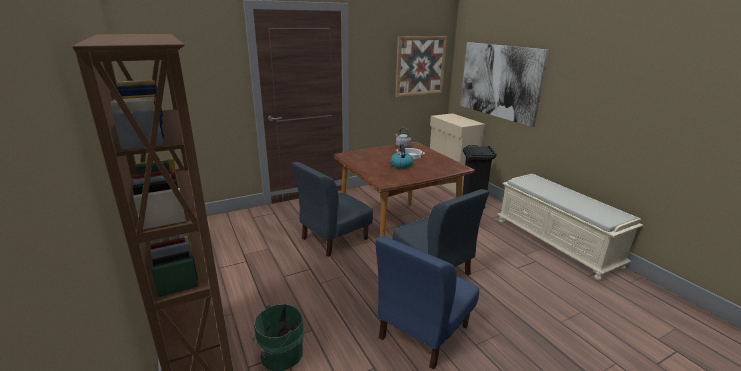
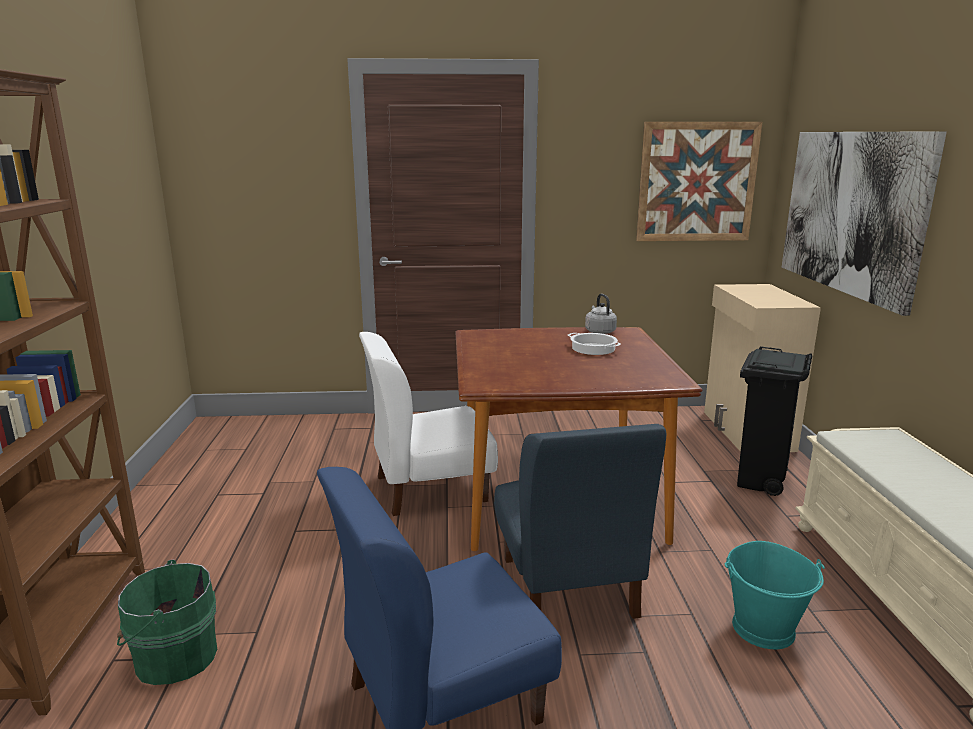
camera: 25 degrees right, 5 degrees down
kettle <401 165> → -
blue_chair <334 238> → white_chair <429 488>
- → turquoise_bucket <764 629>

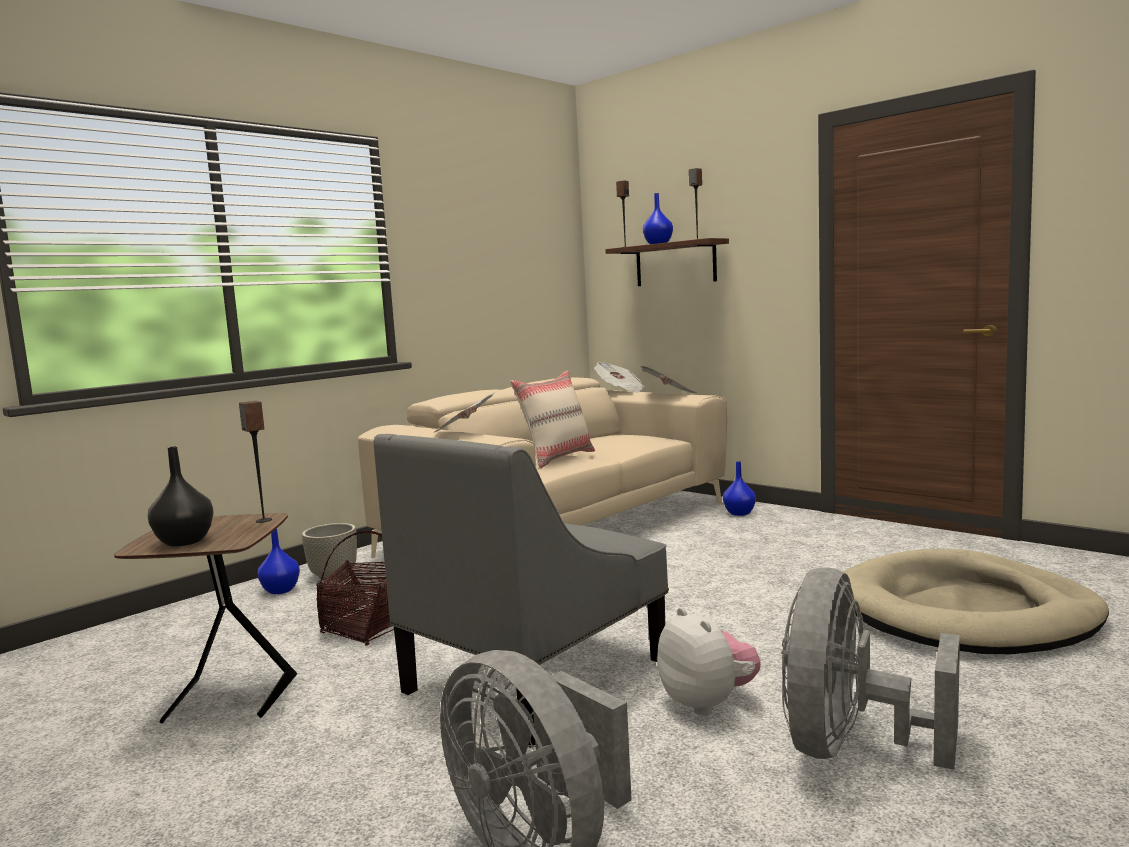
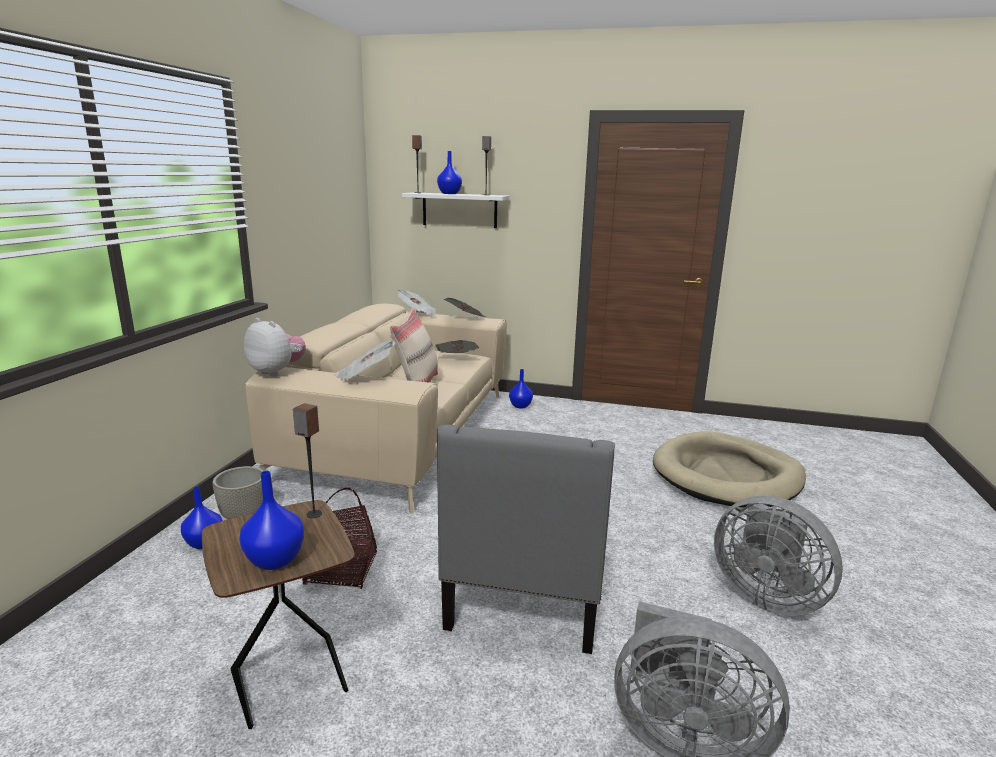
camera: 30 degrees left, 10 degrees up
brown_shelf <675 264> → white_shelf <459 210>
black_vase <183 542> → blue_vase <273 560>
grey_fan <850 747> → grey_fan <766 595>, 45 degrees counterclockwise
plush_toy <708 703> → plush_toy <276 372>, moved
- → newspaper <457 359>

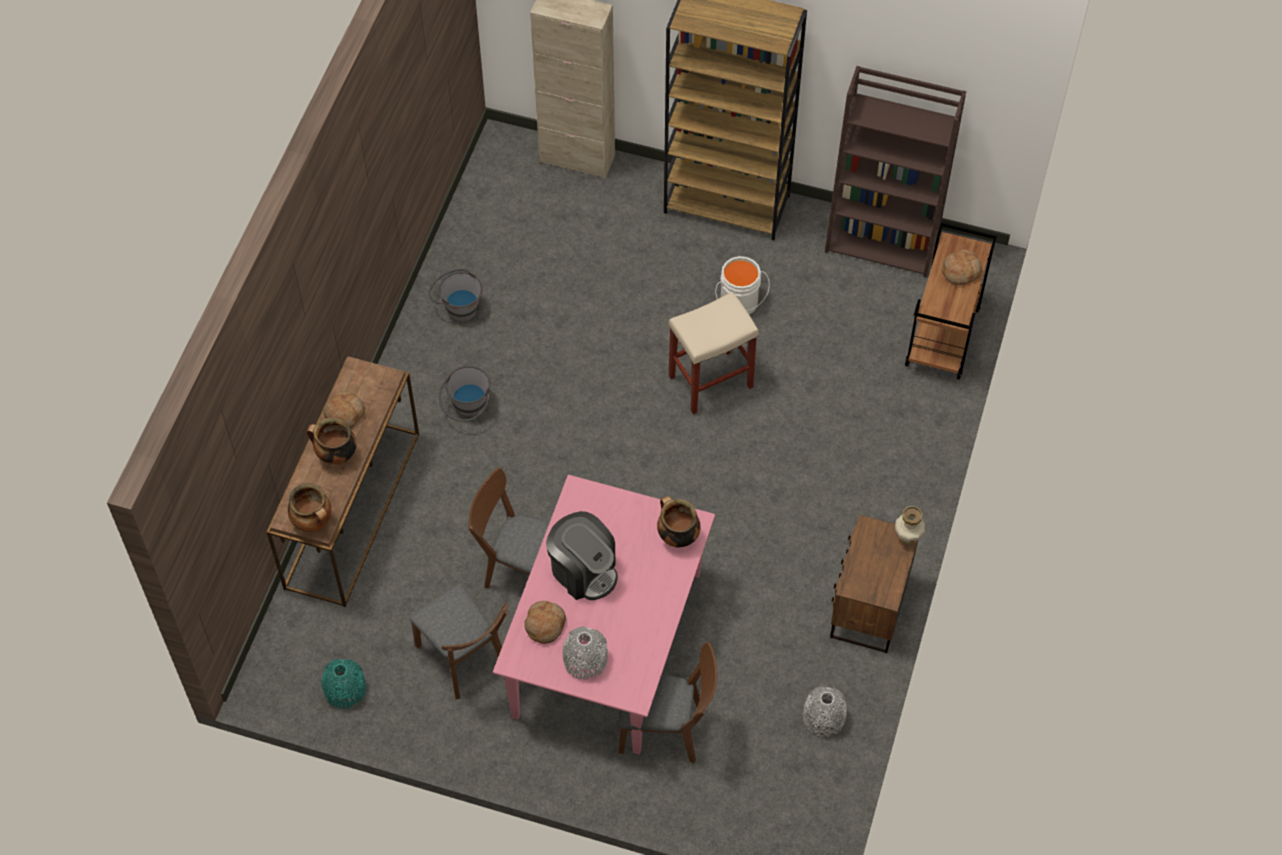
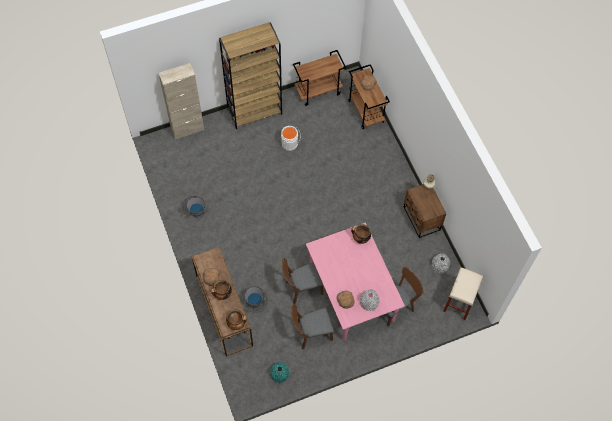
camera: 40 degrees left, 5 degrees up
brown_bookcase <883 243> → brown_cart <318 91>
beige_stool <710 382> → beige_stool <459 303>, moved
grey_bucket <468 410> → grey_bucket <255 304>, moved
coffee_machine <583 571> → -
brown_chair <465 661> → brown_chair <310 333>, 150 degrees clockwise

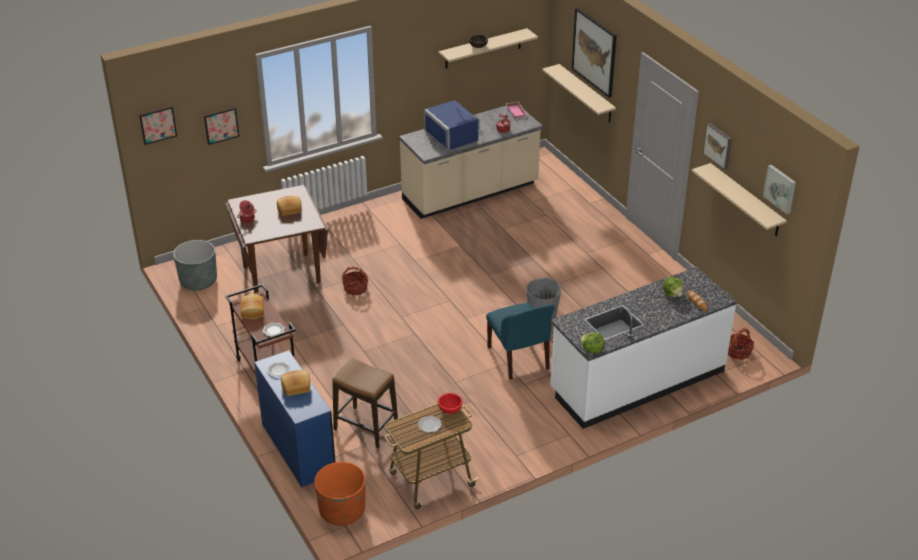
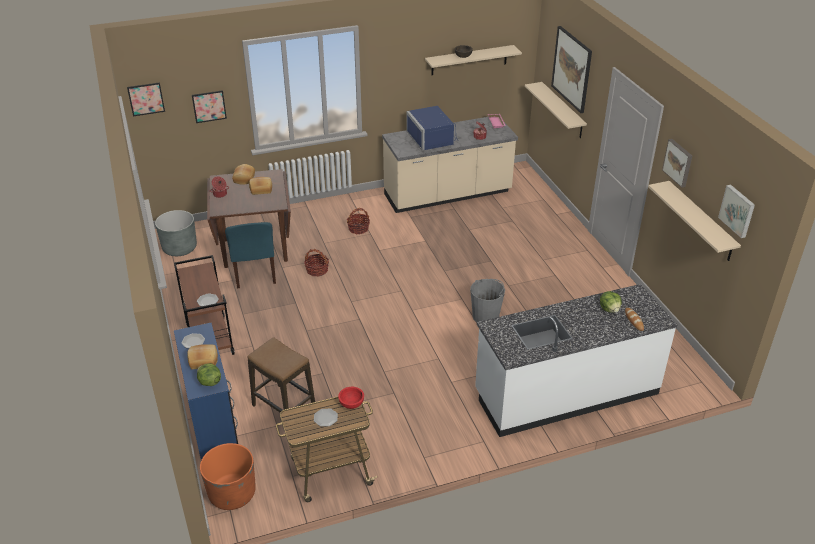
camera: 10 degrees right, 0 degrees up
bread <252 311> → bread <243 179>, moved
blue_chair <519 359> → blue_chair <254 272>, moved
basket <738 352> → basket <358 229>, moved
lettuce <592 350> → lettuce <209 382>, moved

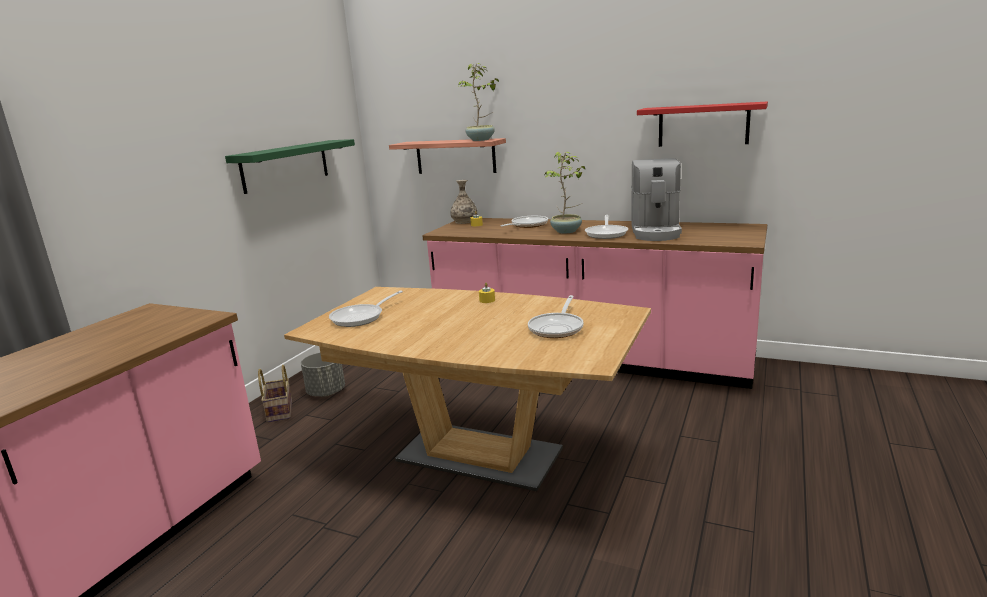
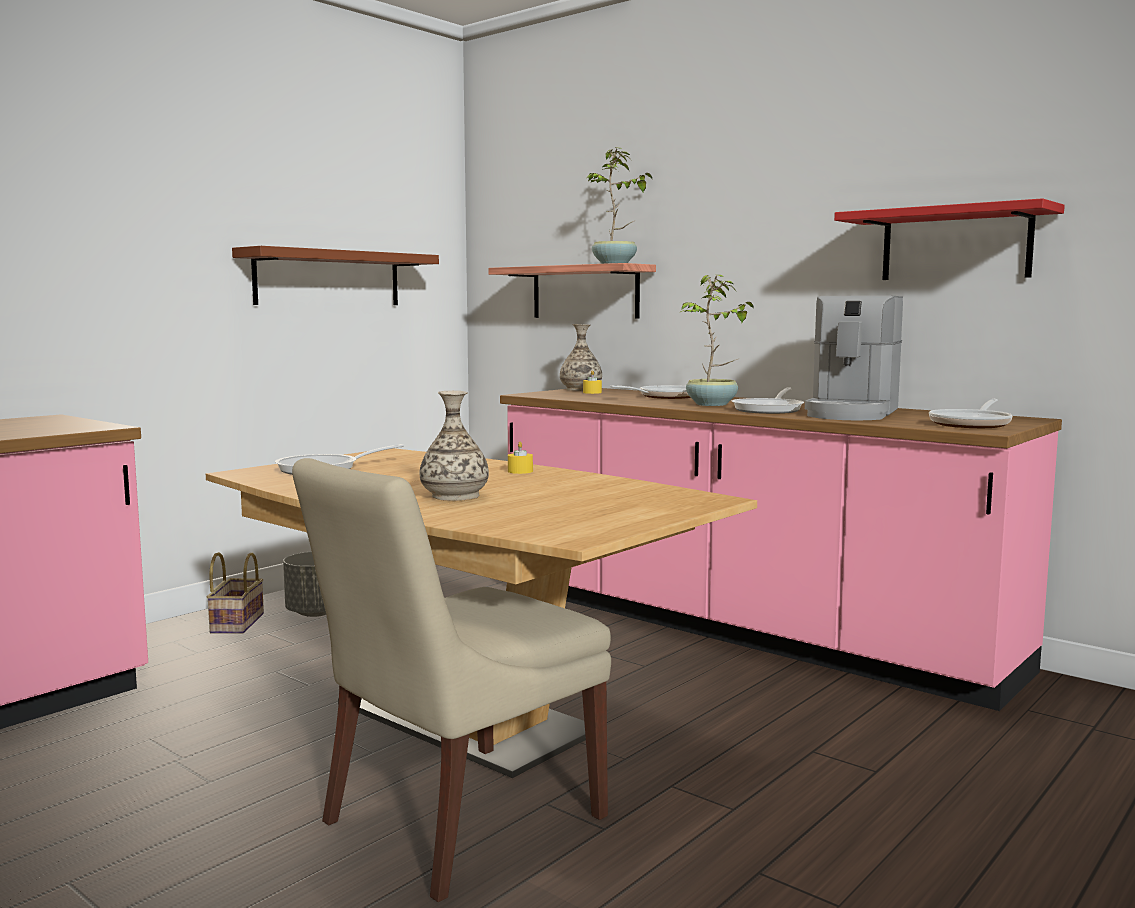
camera: 15 degrees right, 10 degrees down
green_shelf <285 165> → brown_shelf <328 278>
frying_pan <557 328> → frying_pan <972 424>, moved
- → vase <455 496>
- → beige_chair <456 823>

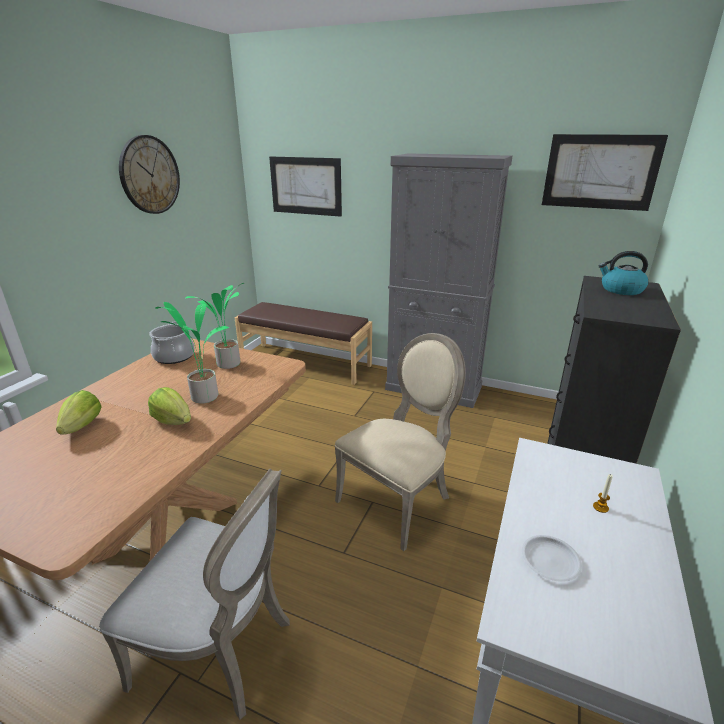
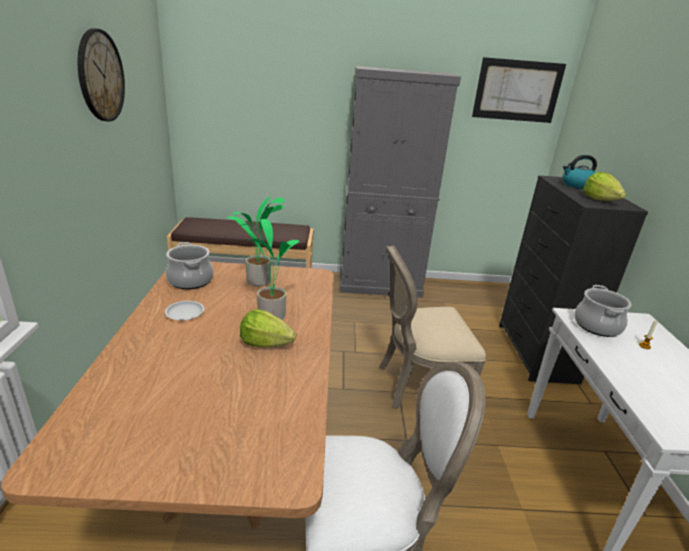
camera: 25 degrees left, 0 degrees up
picture <305 186> → -
beige_chair <399 499> → beige_chair <418 385>, 120 degrees counterclockwise
lettuce <82 426> → lettuce <600 199>, moved
white_plate <550 561> → white_plate <185 313>, moved
- → cooking_pot <597 326>

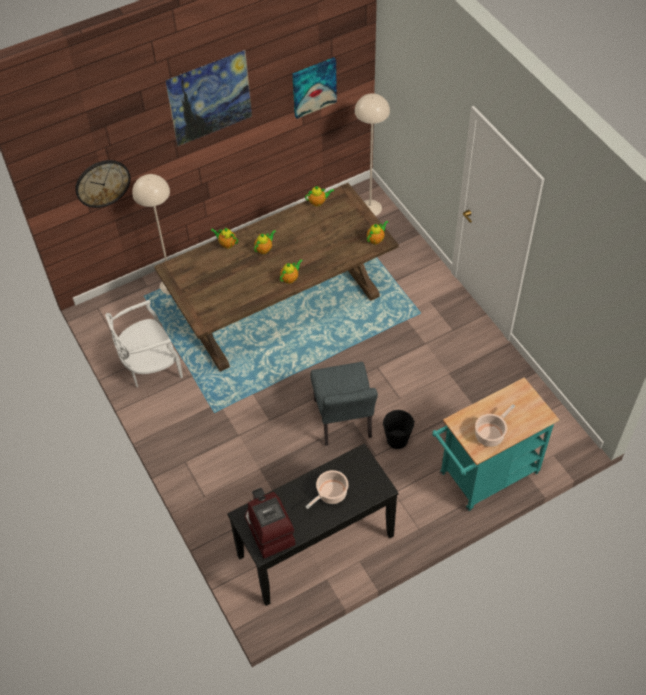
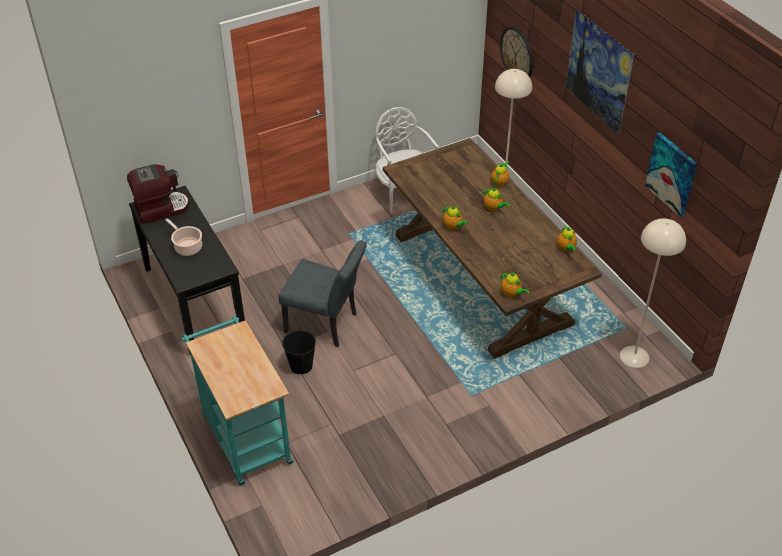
camera: 90 degrees right, 10 degrees down
grey_chair <344 423> → grey_chair <326 324>, 150 degrees counterclockwise
cooking_pot <490 434> → -

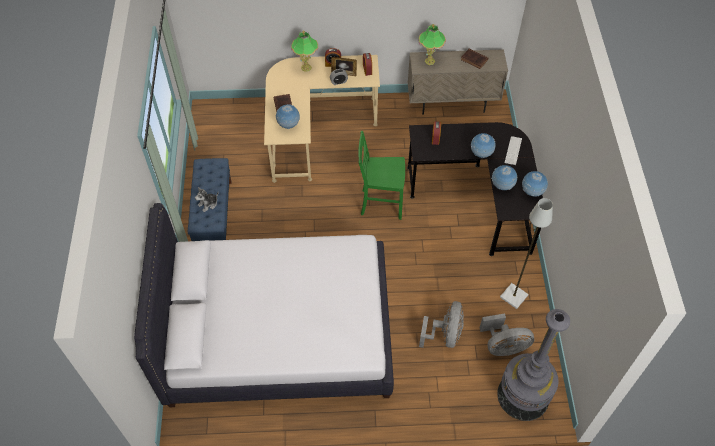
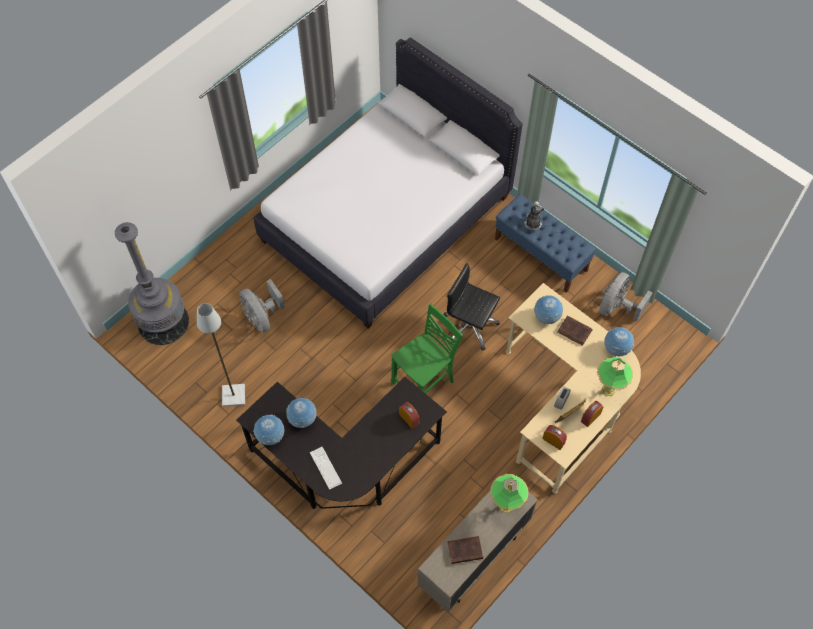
camera: 135 degrees right, 5 degrees up
globe <481 154> → globe <616 349>, moved
grey_fan <503 346> → grey_fan <616 307>, moved
- → black_office_chair <469 327>

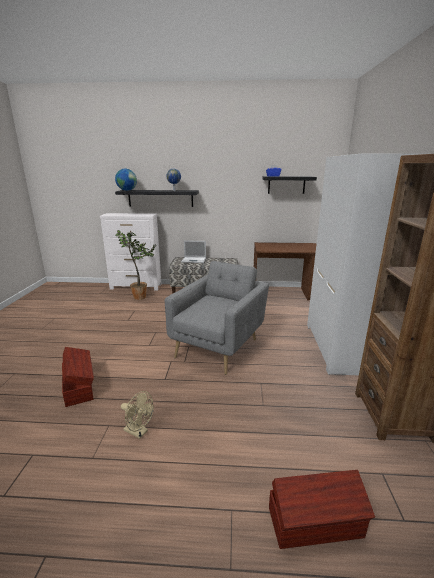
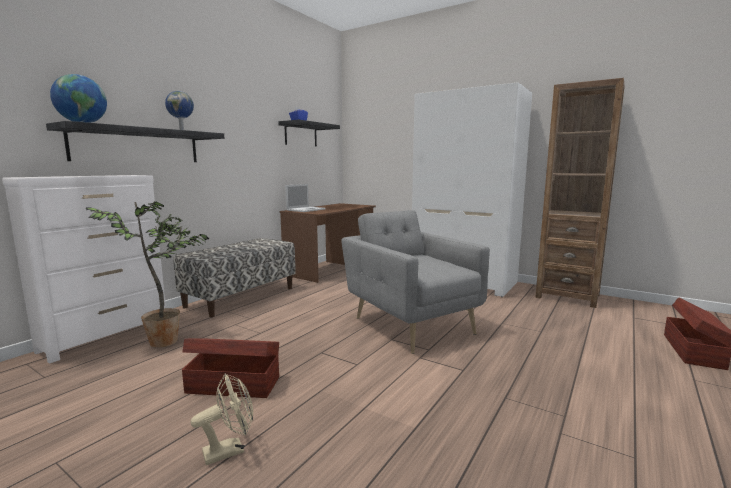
camera: 60 degrees left, 10 degrees down
laptop <194 260> → laptop <306 209>, moved
brown_storage_box <79 386> → brown_storage_box <233 384>, moved
beige_fan <139 432> → beige_fan <230 450>, moved

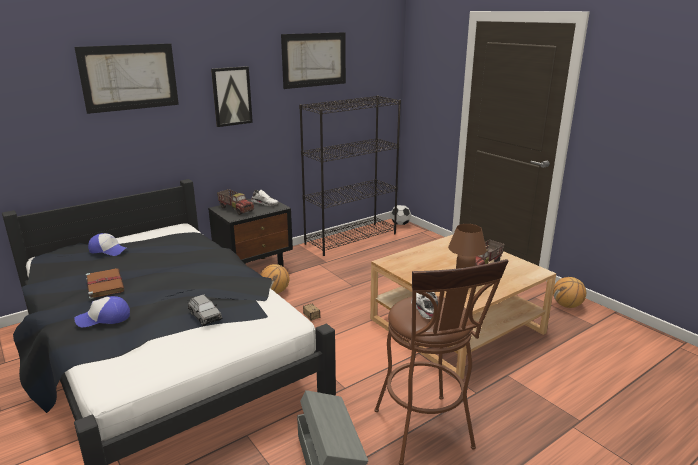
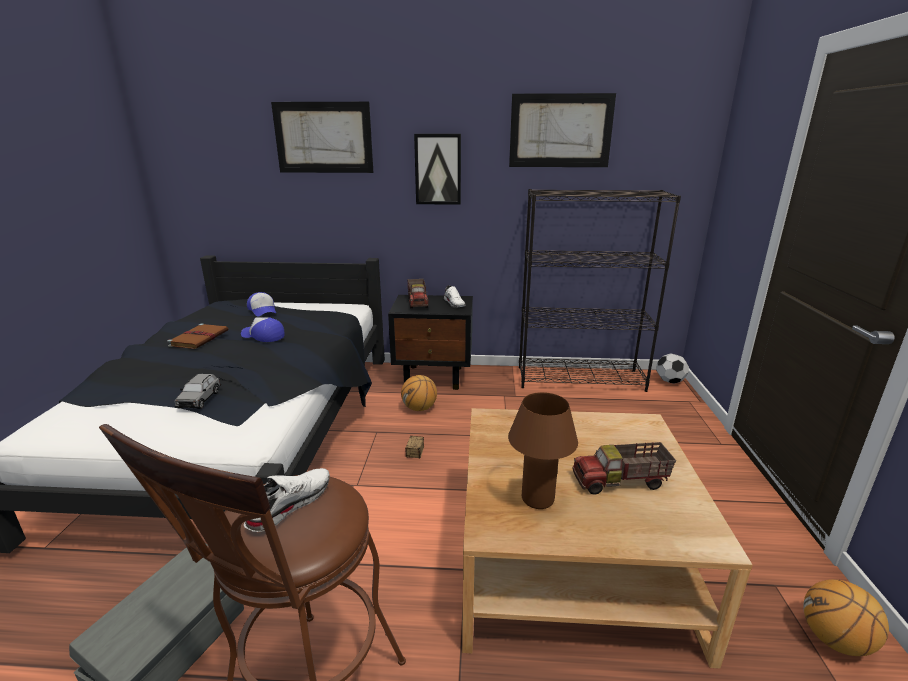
camera: 40 degrees right, 0 degrees up
cap <104 318> → cap <263 336>, moved

